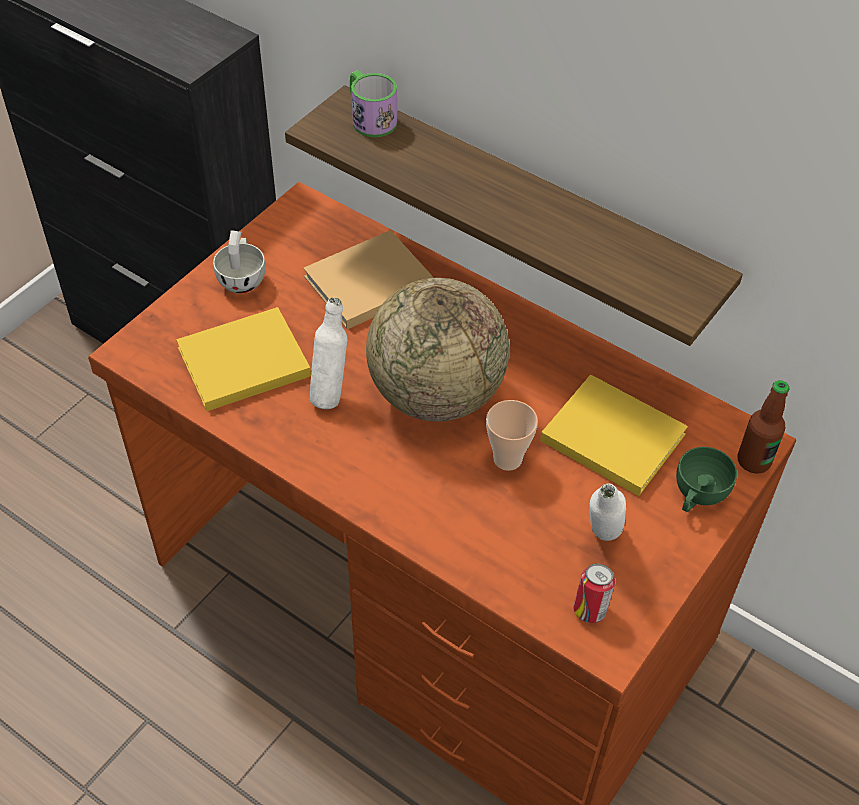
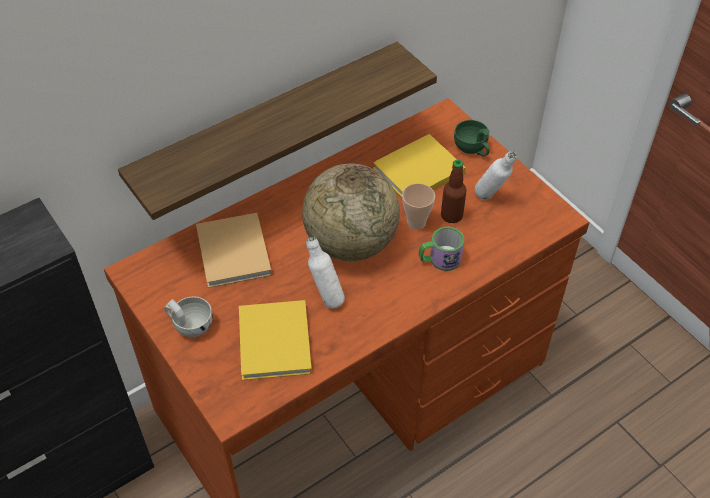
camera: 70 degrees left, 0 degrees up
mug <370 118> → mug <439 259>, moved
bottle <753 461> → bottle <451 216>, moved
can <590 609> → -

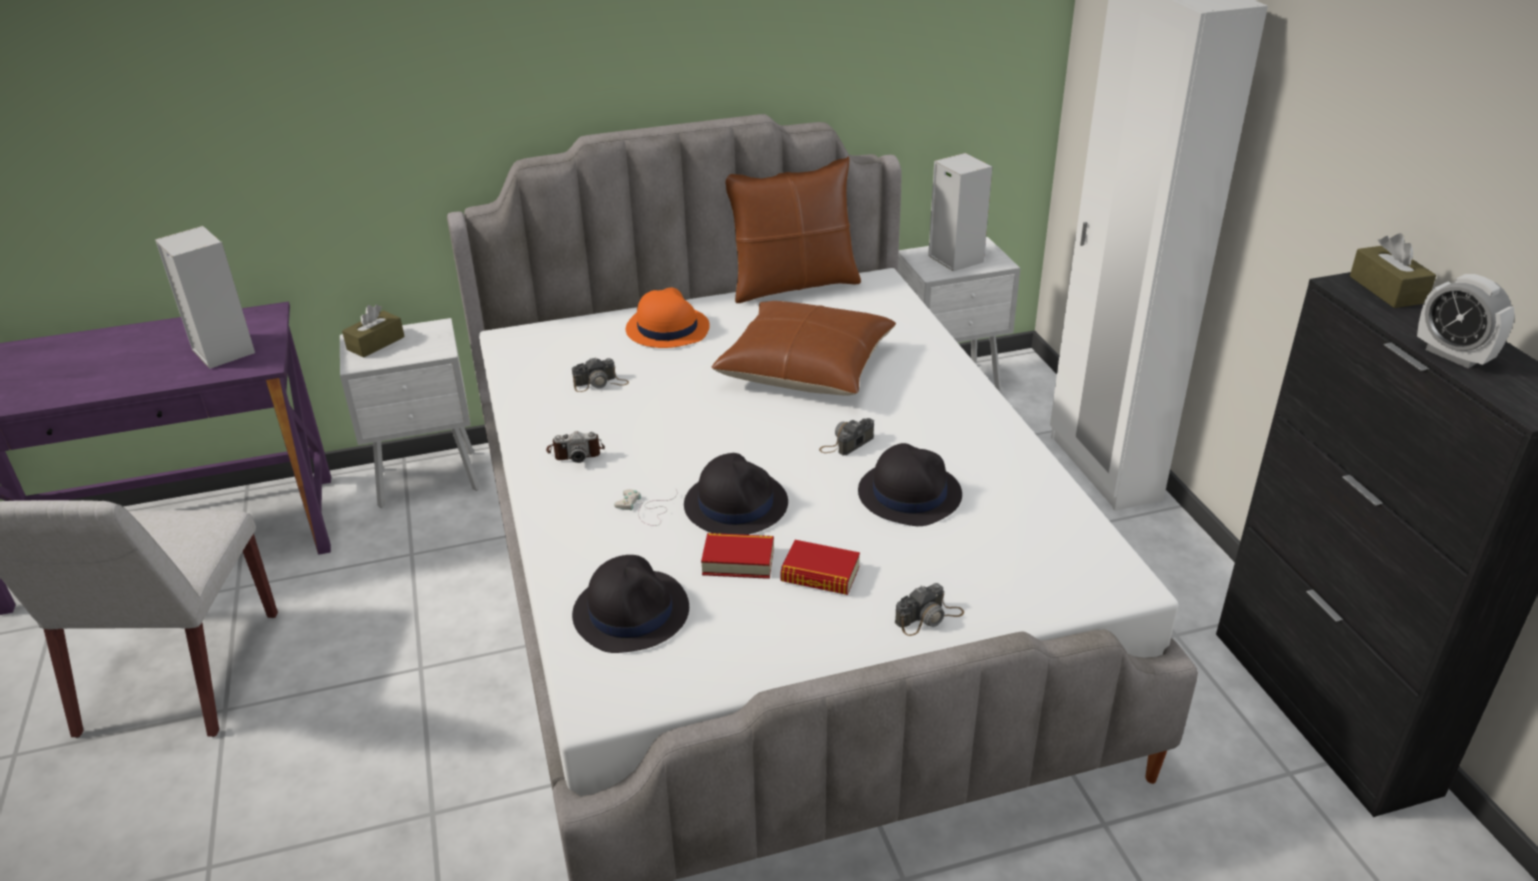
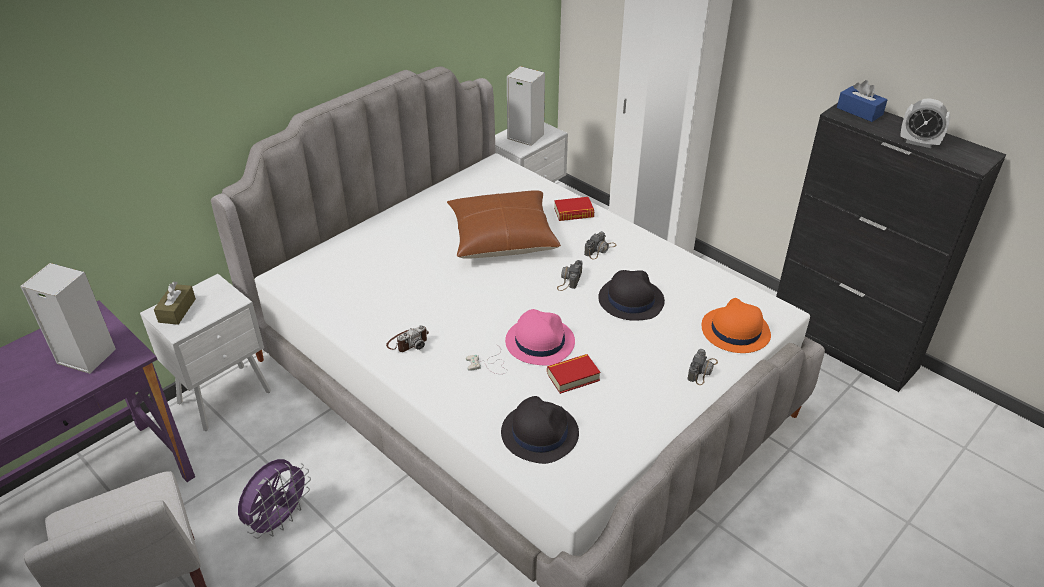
camera: 30 degrees left, 5 degrees up
brown_pillow <793 285> → -
brown_tissue_box <1387 289> → blue_tissue_box <859 111>
orange_hat <667 329> → orange_hat <735 331>, moved
photo_camera <600 383> → photo_camera <600 249>, moved
black_hat <736 504> → pink_hat <539 341>
book <820 574> → book <573 213>, moved
- → purple_fan <279 520>

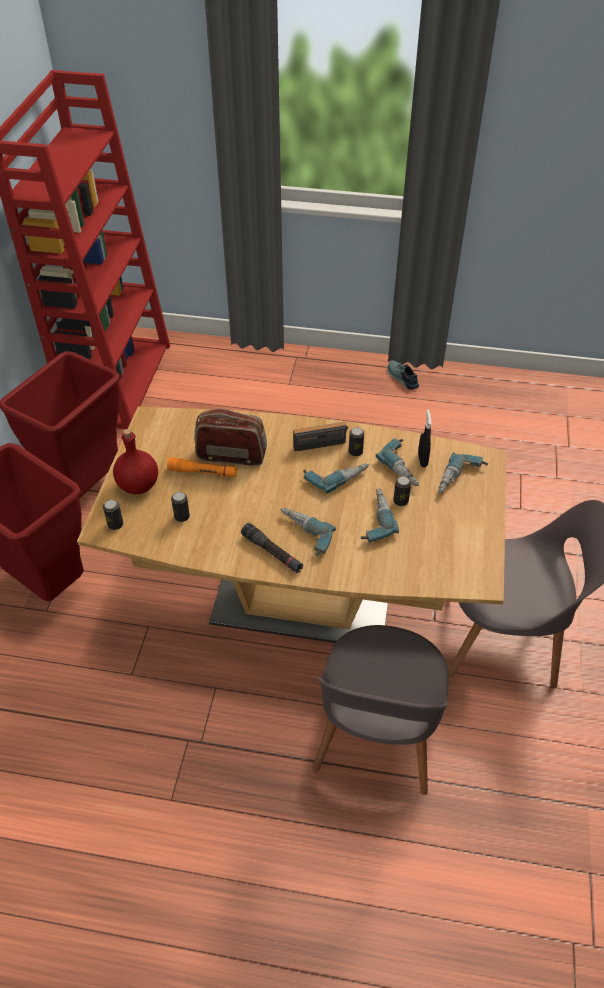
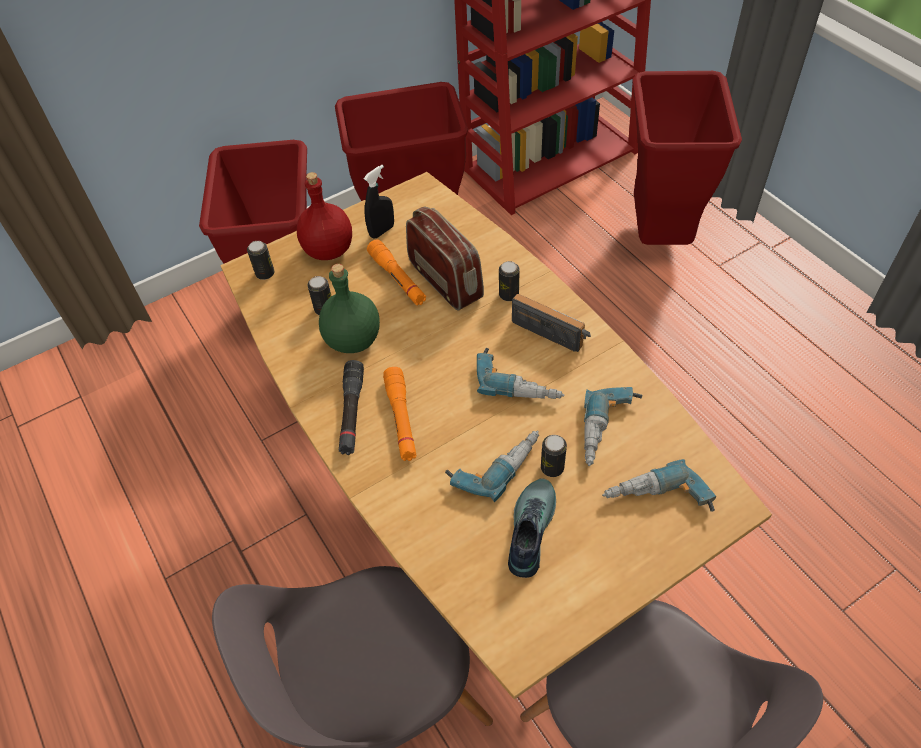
camera: 50 degrees right, 5 degrees up
shoe <401 378> → shoe <528 530>, moved
black_spray_bottle <422 460> → black_spray_bottle <382 231>, moved
can <355 452> → can <509 295>, moved
power_drill <302 535> → orange_flashlight <401 419>
- → red_trash_can <660 237>
- → green_bottle <354 341>

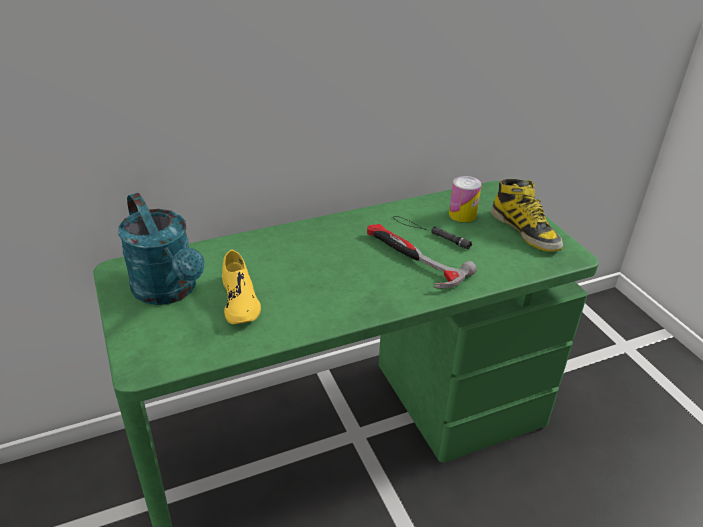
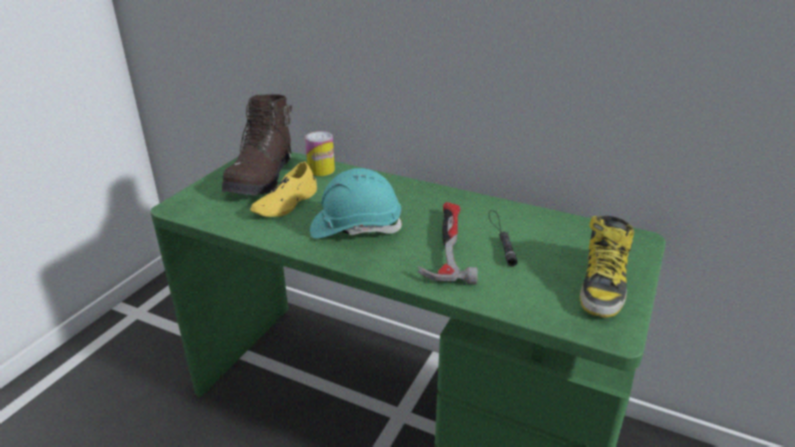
camera: 50 degrees right, 5 degrees down
can <462 215> → can <321 170>, moved
turquoise_watering_can <169 291> → brown_boot <262 178>
- → turquoise_hard_hat <355 227>

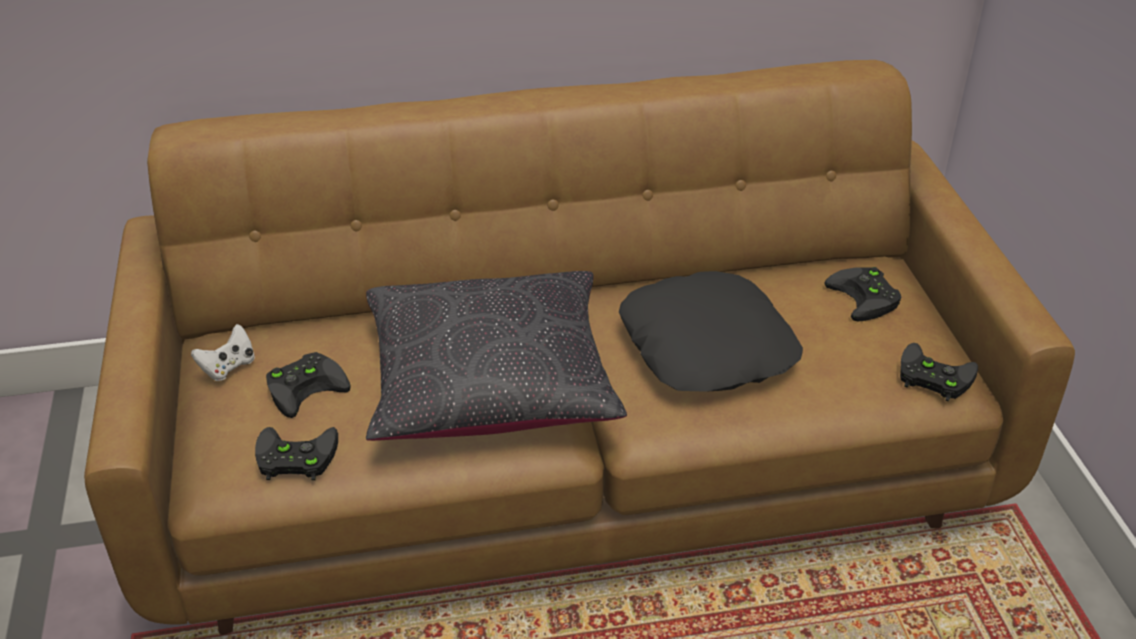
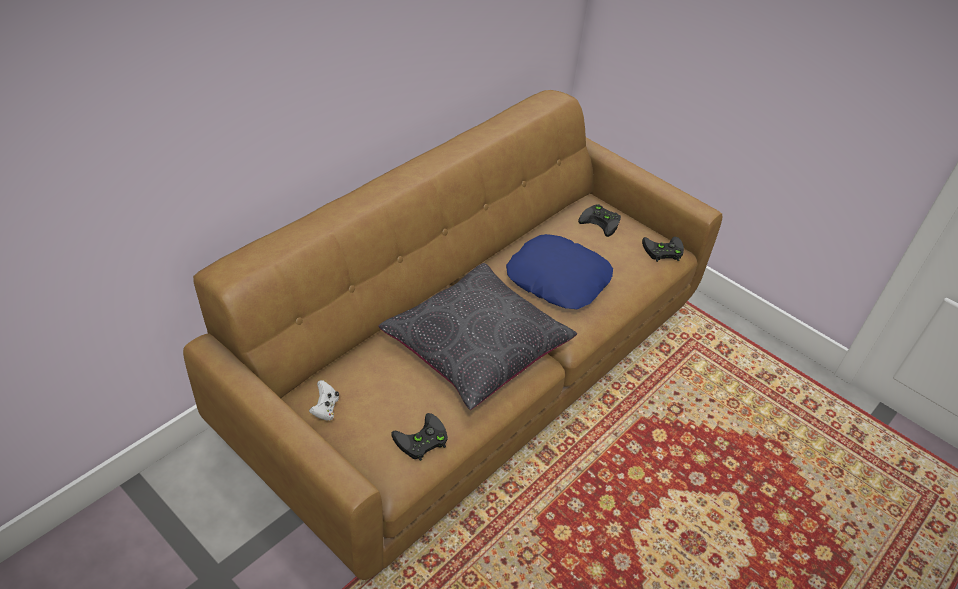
camera: 40 degrees left, 5 degrees up
black_pillow <708 346> → blue_pillow <558 279>
black_game_controller <307 385> → -

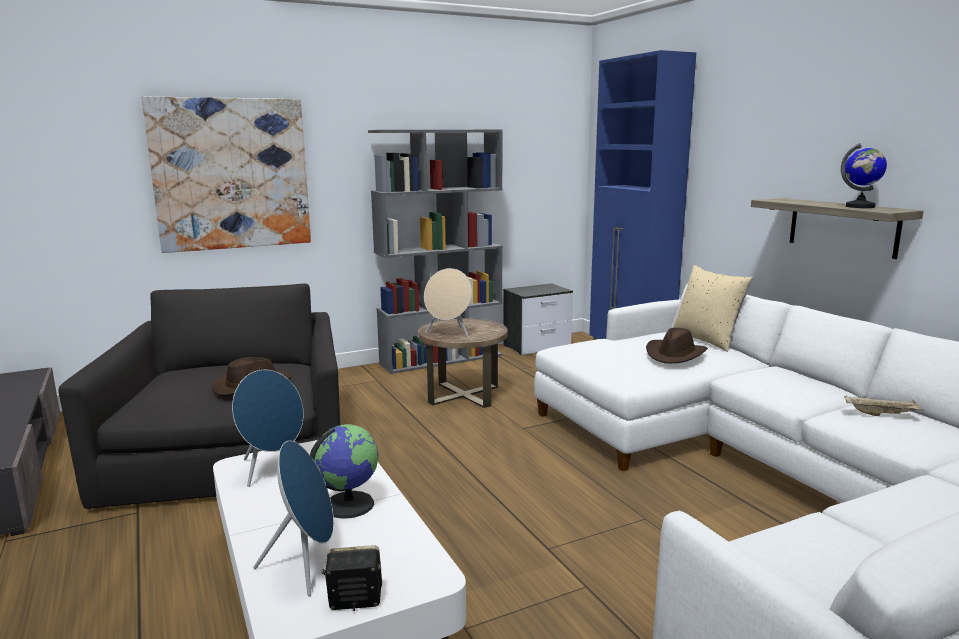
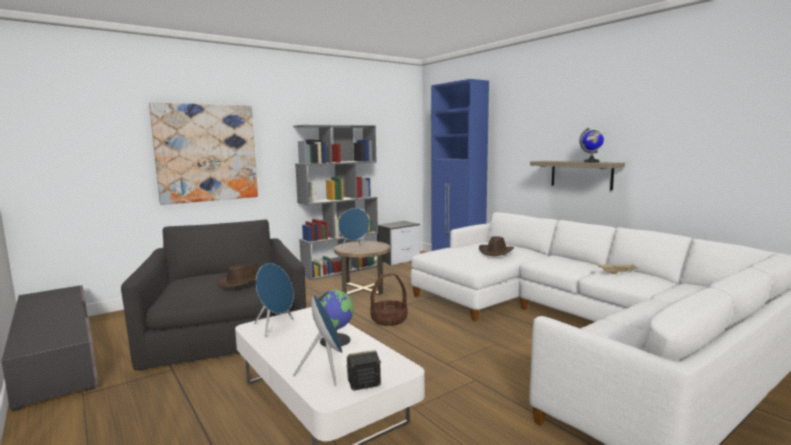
camera: 10 degrees left, 5 degrees down
beige_pillow <707 340> → -
beige_speaker <449 334> → blue_speaker <355 249>
- → basket <389 319>

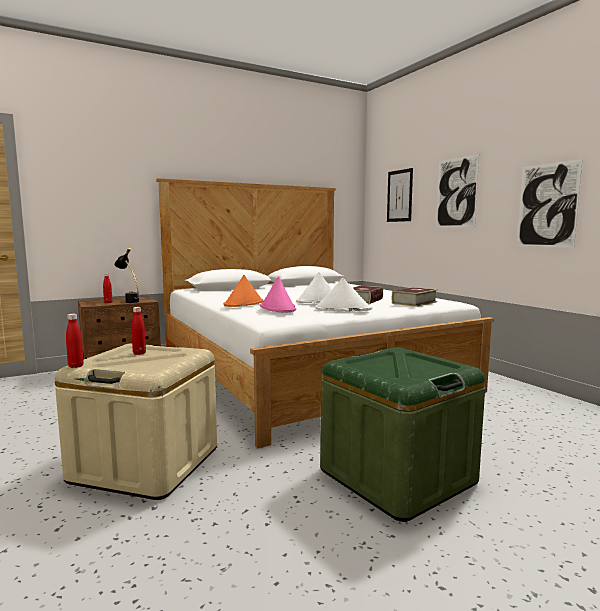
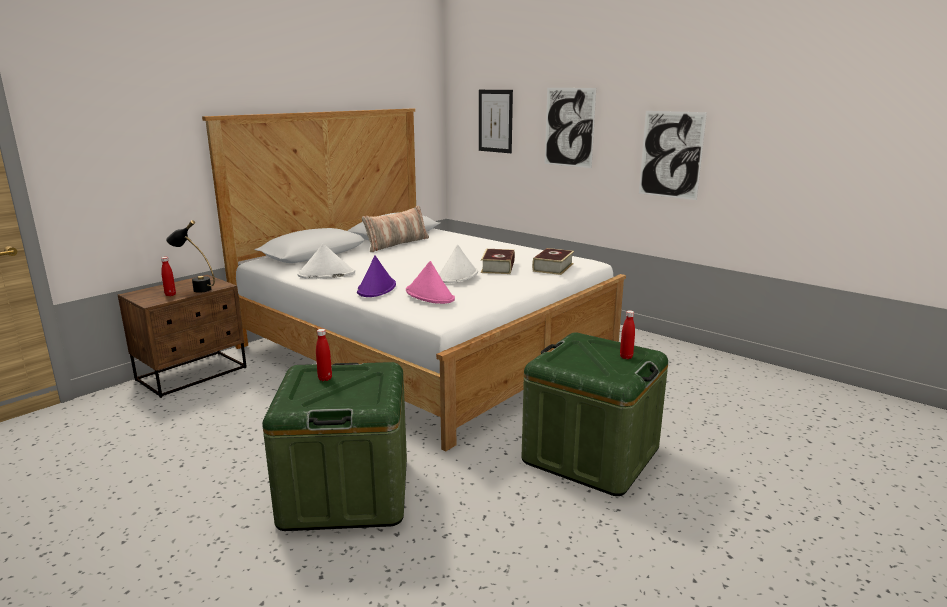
camera: 20 degrees left, 10 degrees up
orange_hat <244 304> → purple_hat <376 288>
white_hat <343 309> → white_hat <326 274>, moved
red_bottle <76 366> → red_bottle <626 357>, moved
beige_storage_box <146 464> → green_storage_box <346 492>
- → pillow <397 244>

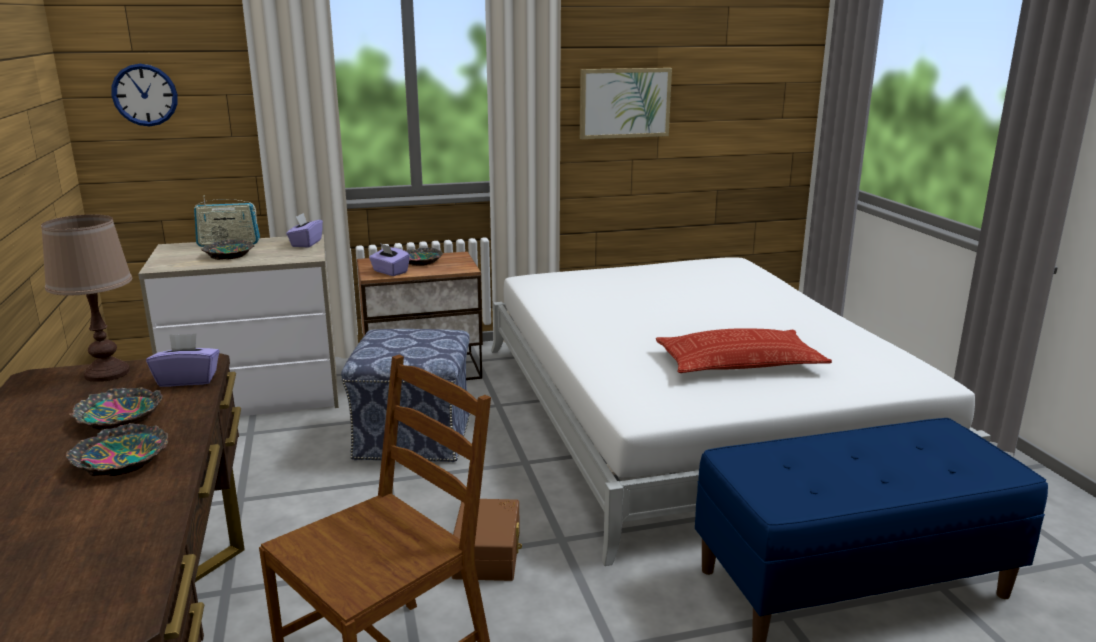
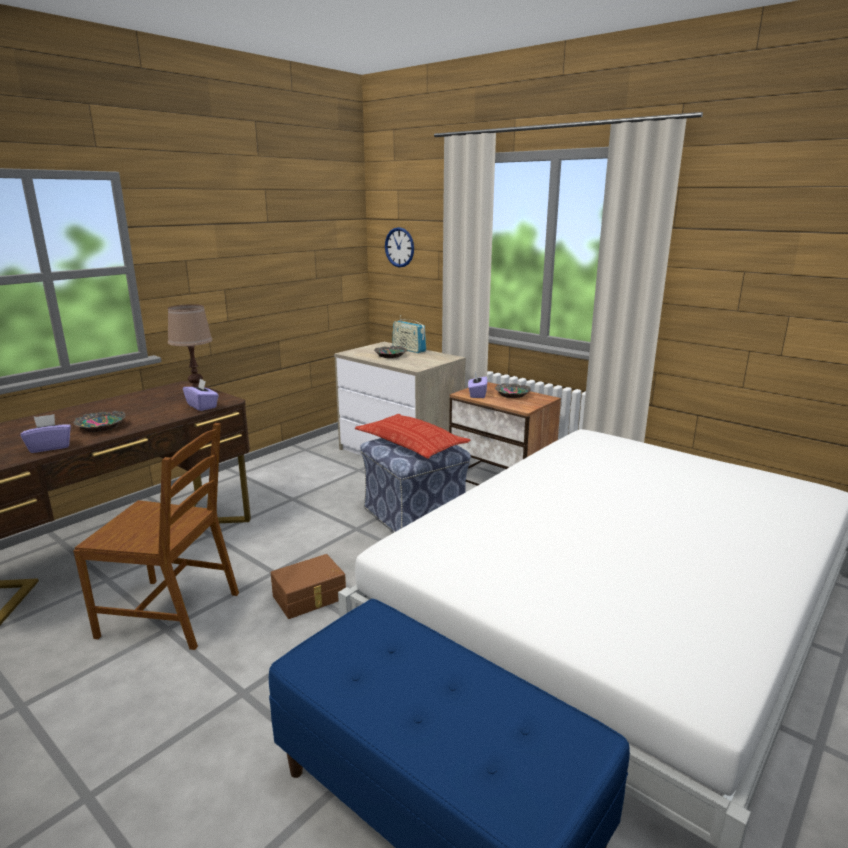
camera: 55 degrees right, 0 degrees up
picture <624 103> → -
purple_tissue_box <306 243> → purple_tissue_box <50 447>, moved
pillow <739 362> → pillow <411 443>, moved
bowl <118 418> → -

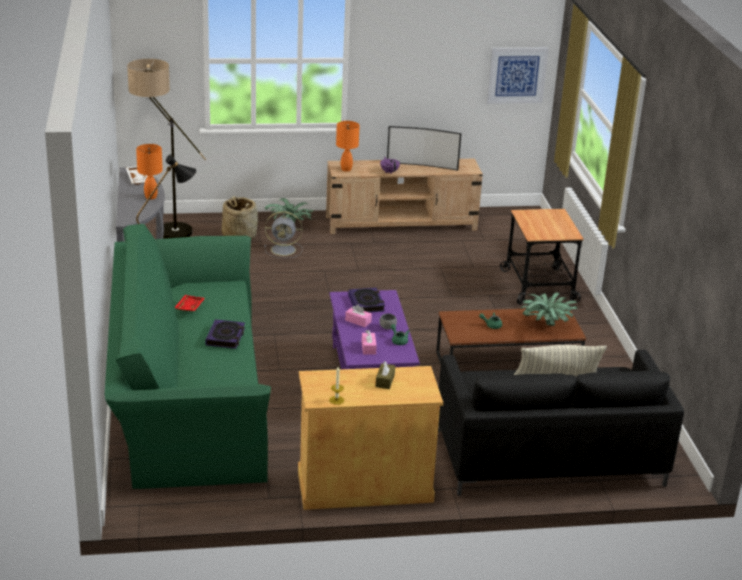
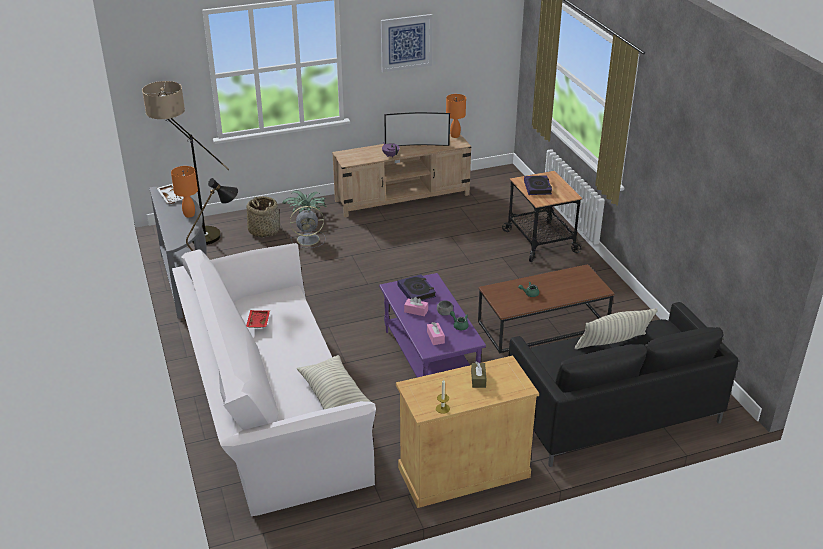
camera: 10 degrees left, 5 degrees up
picture <516 75> → picture <406 42>, moved
orange_table_lamp <346 169> → orange_table_lamp <455 136>, moved
green_sofa <185 398> → white_sofa <269 408>
potted_plant <546 325> → -
book <225 337> → book <537 187>, moved
- → pillow <334 395>

